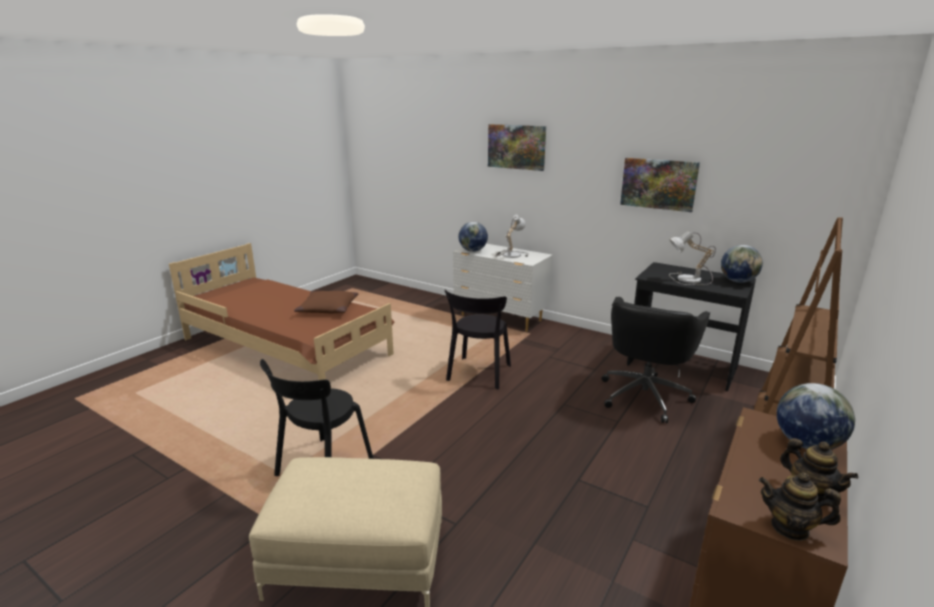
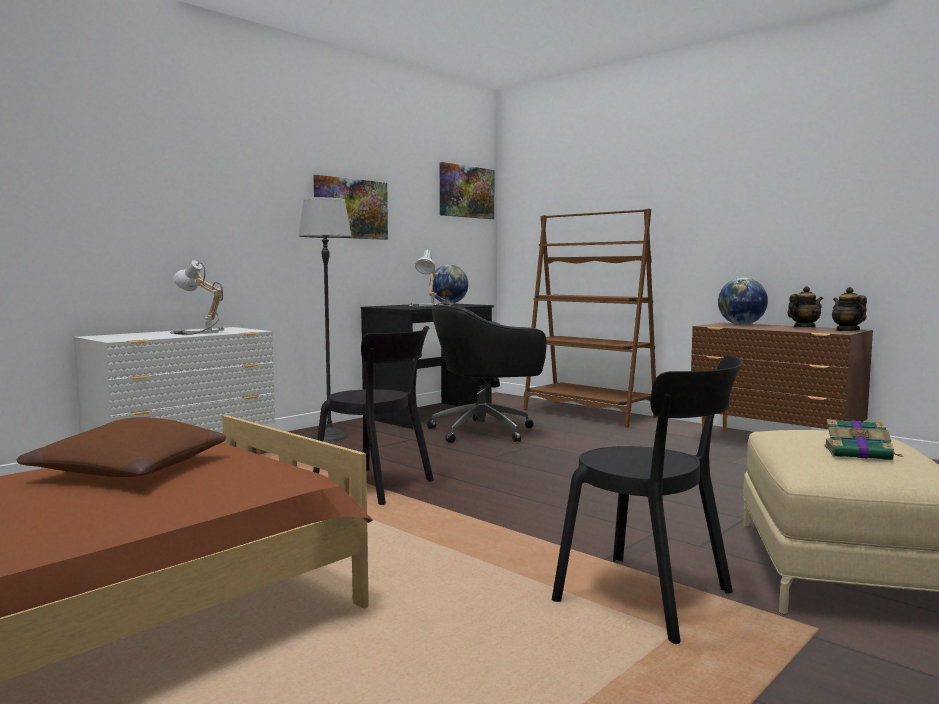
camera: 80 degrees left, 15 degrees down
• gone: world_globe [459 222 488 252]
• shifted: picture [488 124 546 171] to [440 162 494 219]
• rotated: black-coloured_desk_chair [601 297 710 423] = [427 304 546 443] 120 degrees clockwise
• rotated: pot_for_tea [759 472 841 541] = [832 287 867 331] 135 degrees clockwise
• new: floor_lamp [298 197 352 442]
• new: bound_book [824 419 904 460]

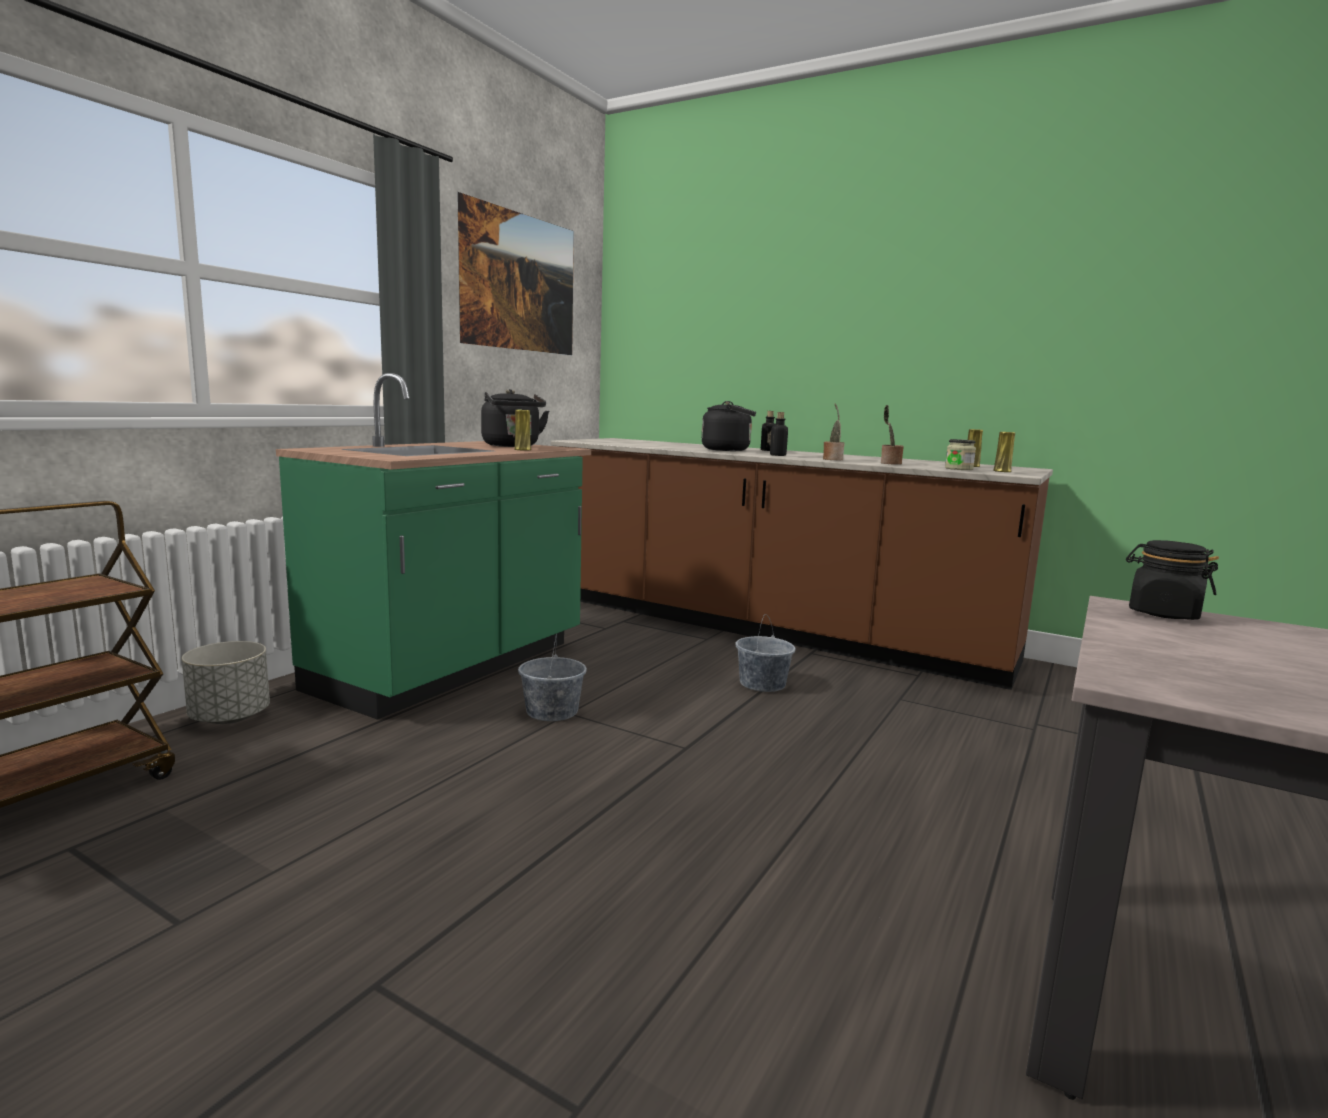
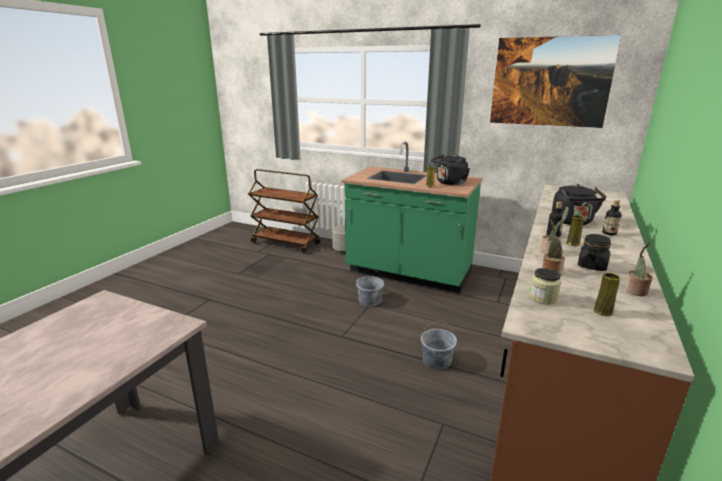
camera: 85 degrees right, 10 degrees up
• shifted: yellow_vase [993 432 1015 472] to [566 215 584 246]
• shifted: black-coloured_jar [1126 540 1219 620] to [578 234 611 271]
• new: potted_plant [624 242 653 296]

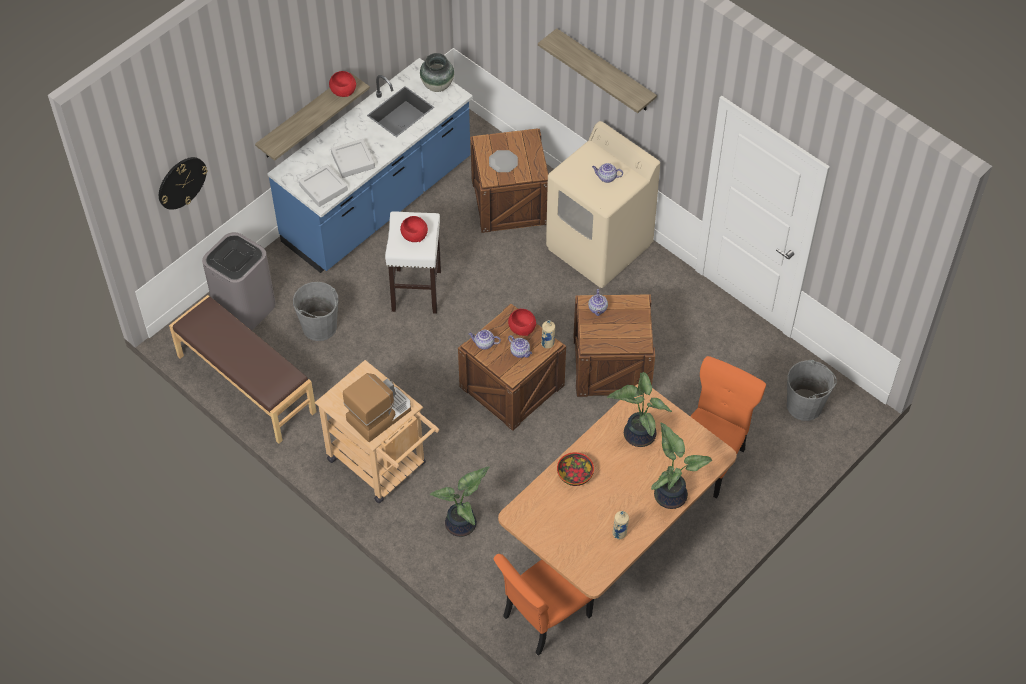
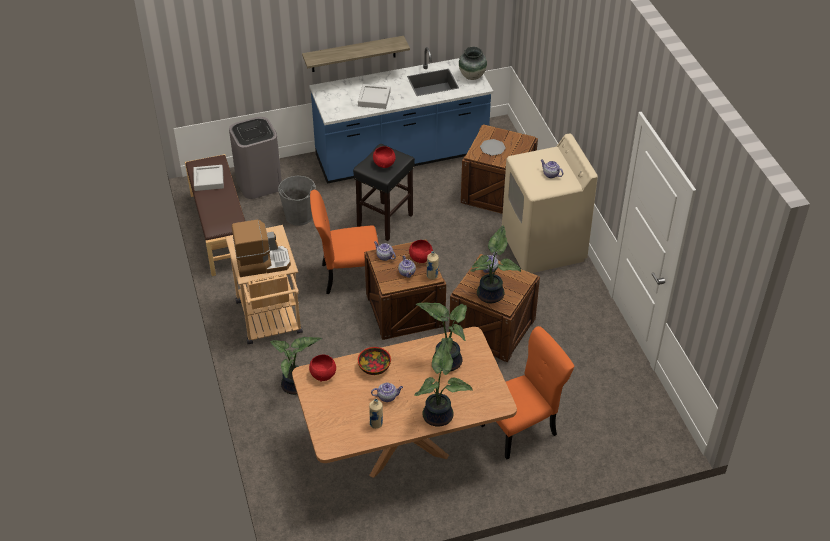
camera: 30 degrees right, 10 degrees down
• gone: hanging_clock [159 157 207 210]
• shifted: grey_tray [299 164 348 207] to [193 165 224 191]
• shifted: red_deep_dish [329 71 356 97] to [309 355 336 381]
• repainted: white-coloured_stool_seat [385 211 441 314] to black-coloured_stool_seat [353 144 415 241]
• shifted: orange_plain_chair [494 554 594 656] to [310 190 379 294]
• gone: shelf [538 28 657 113]
• gone: grey_bucket [787 360 837 421]
• new: pot_for_tea [371 383 403 402]
• new: potted_plant [471 225 521 304]

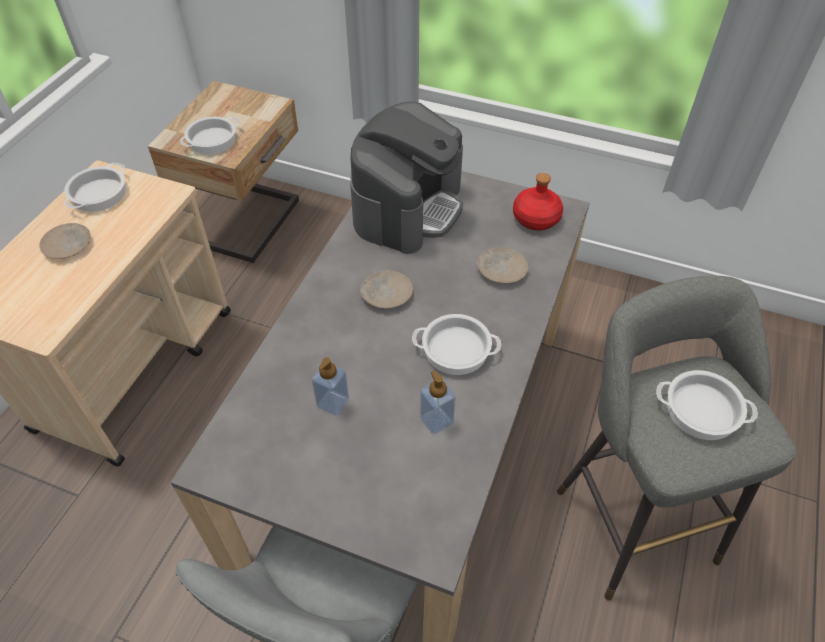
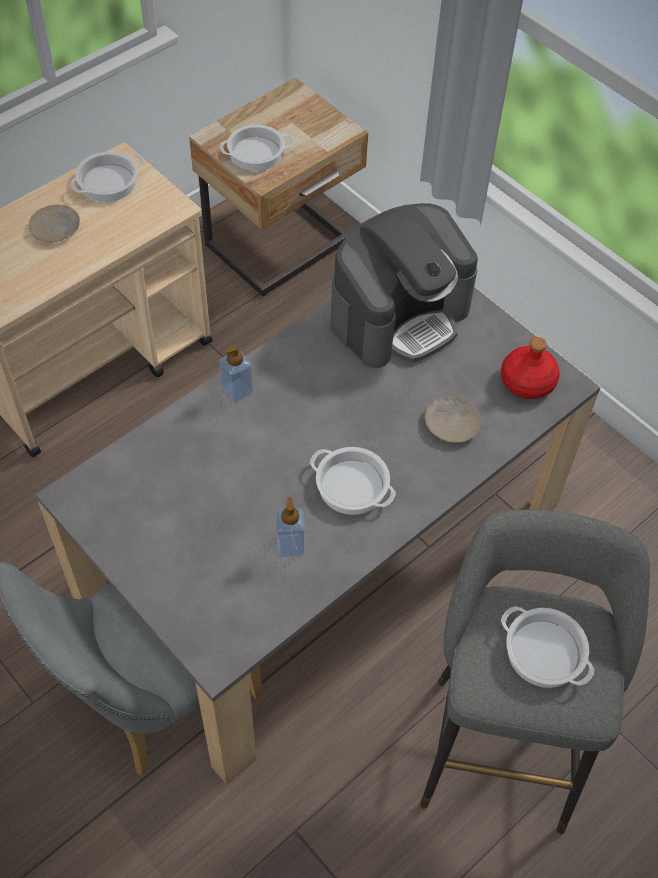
camera: 25 degrees right, 5 degrees up
• shifted: soap_dispenser [312 357 349 415] to [219 345 253 402]
• gone: beige-coloured_dinner_plate [360 270 413 309]

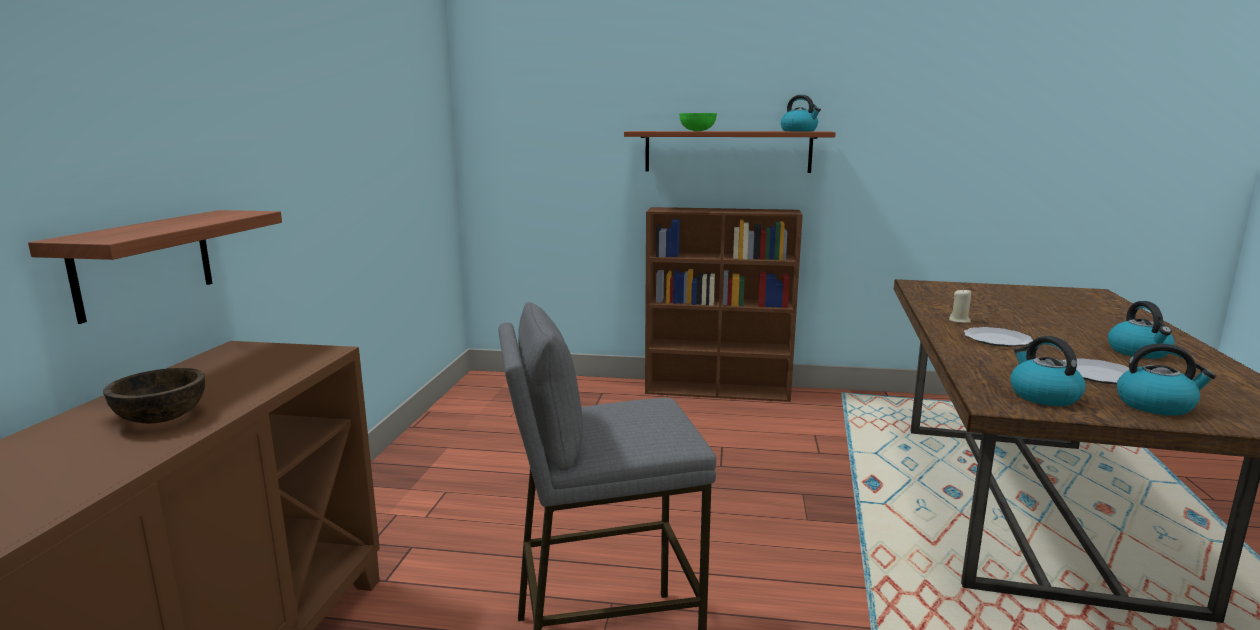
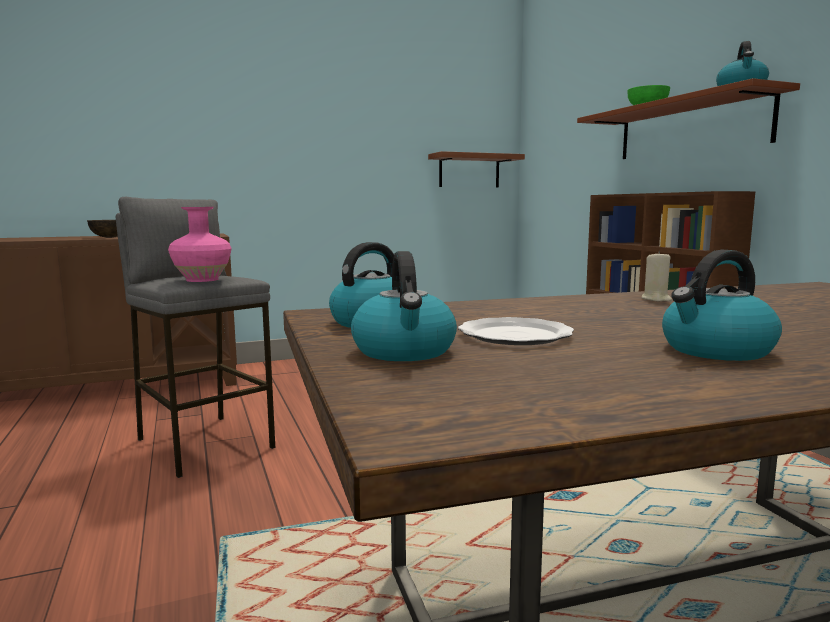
camera: 60 degrees right, 5 degrees down
• shifted: shelf [28 210 282 324] to [428 151 525 187]
• gone: dinner_plate [964 327 1033 347]
• new: pinkish_vase [168 207 232 282]

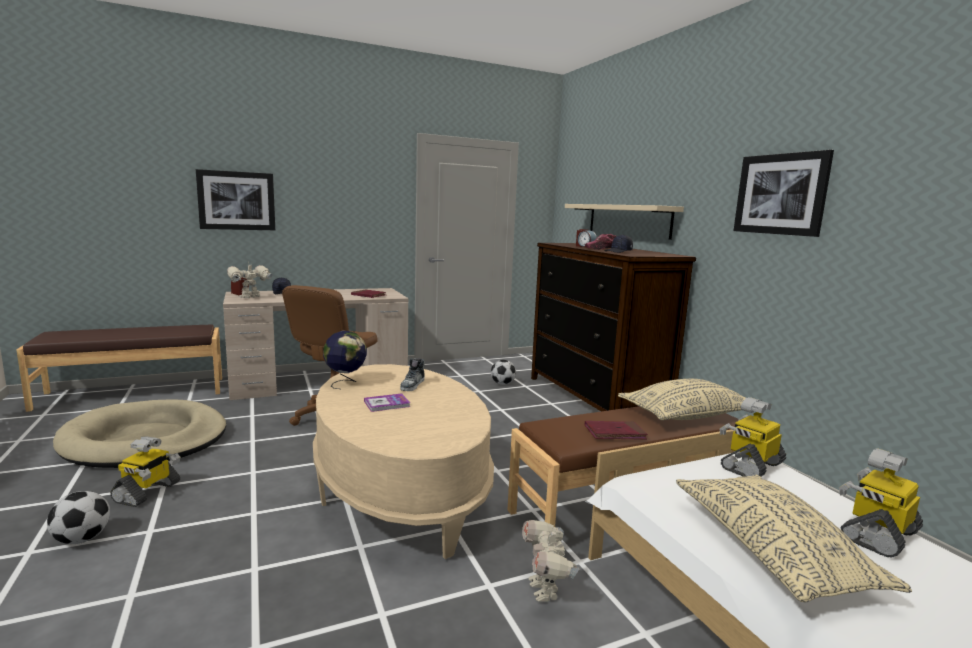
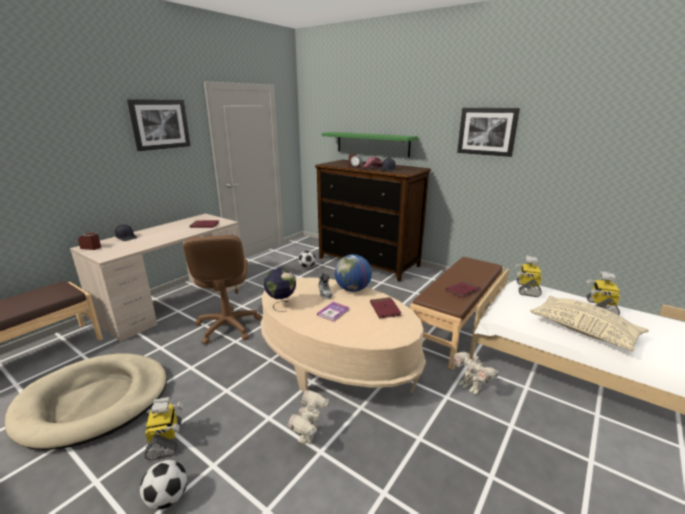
camera: 30 degrees left, 10 degrees up
• shifted: picture [196 169 275 230] to [127 99 191 151]
• shifted: robot_figure [227 263 272 298] to [287 390 329 444]
• repainted: beige-coloured_shelf [565 204 684 240] to green_shelf [322 132 418 157]
• gone: beige-coloured_pillow [618 379 746 420]
• new: world_globe [334 254 372 292]
• new: red_bound_book [370 297 401 319]

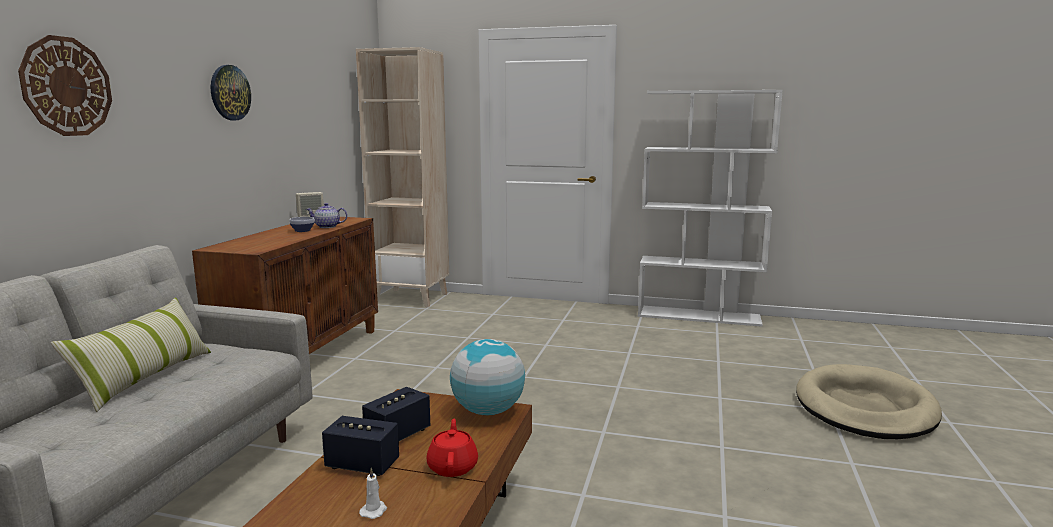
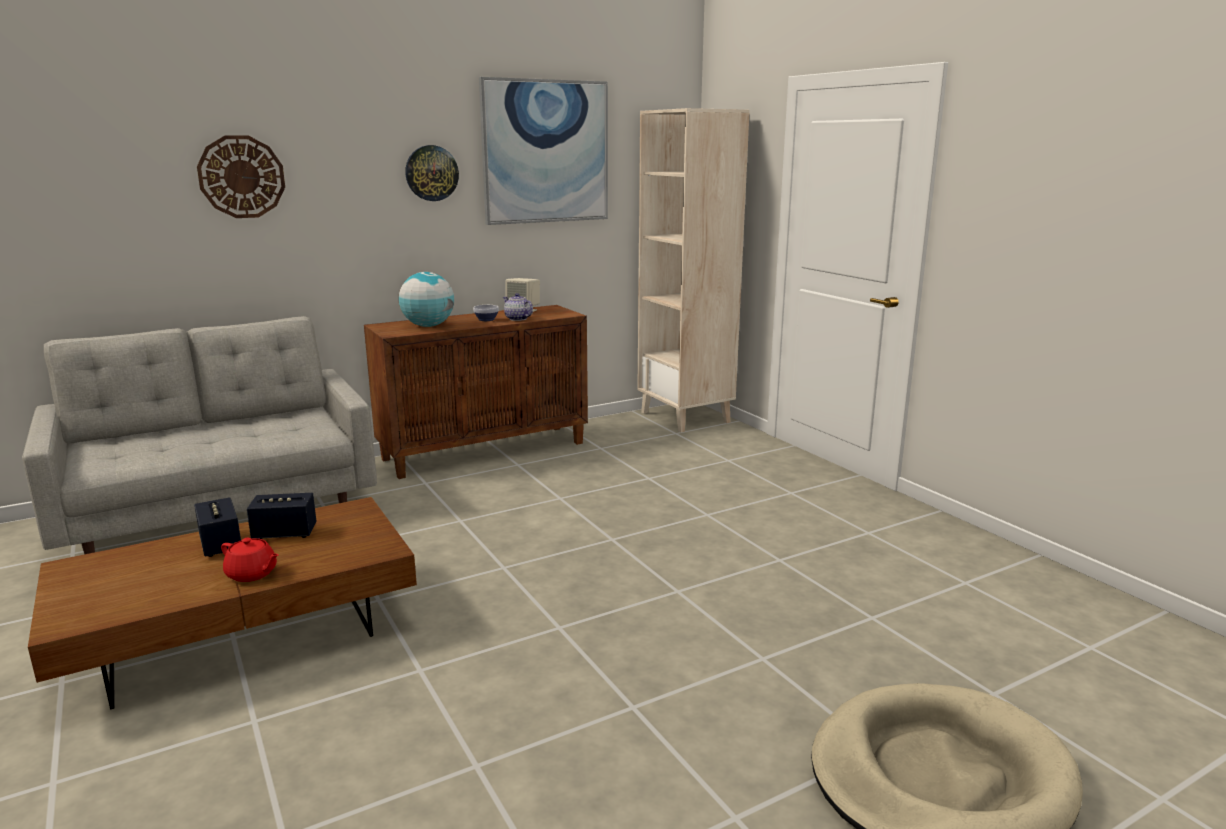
camera: 45 degrees right, 5 degrees up
• gone: pillow [51 297 211 412]
• gone: white-coloured_wax_light [359 468 387 519]
• rotated: red_pot_for_tea [427 419 478 477] = [221 538 279 582] 75 degrees clockwise
• shifted: world_globe [450 339 525 415] to [399 272 454 327]
• gone: white-coloured_bookcase [638 90 783 327]
• new: picture [479 77 608 225]

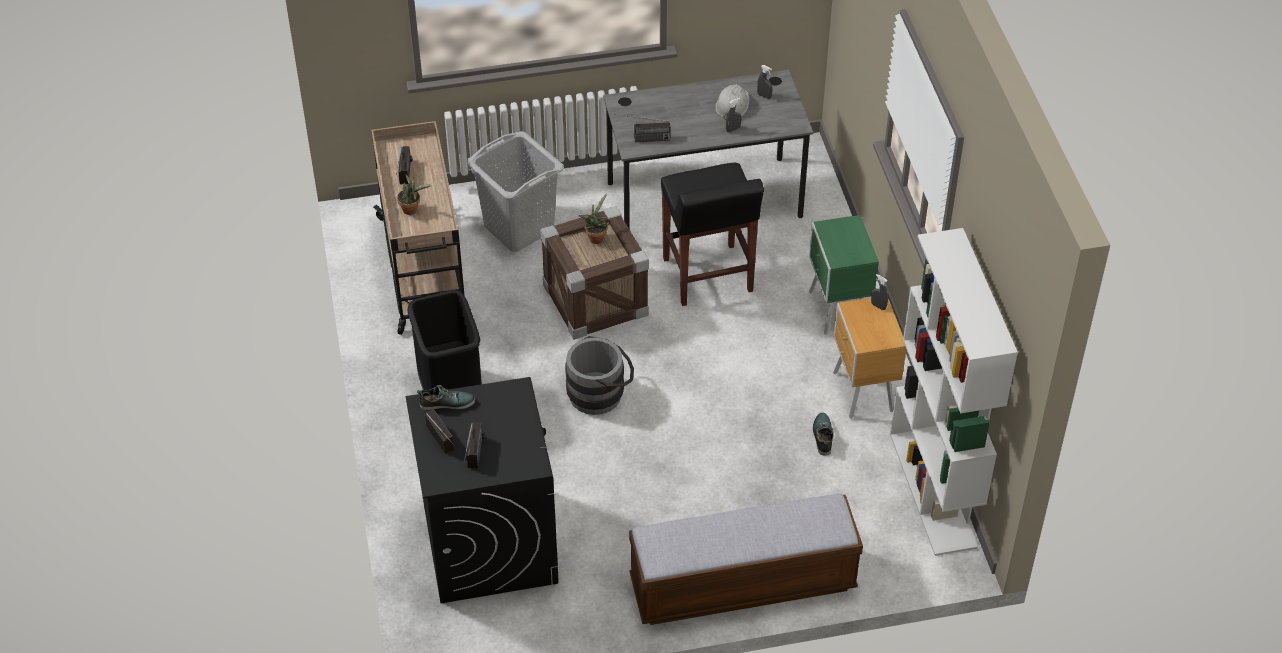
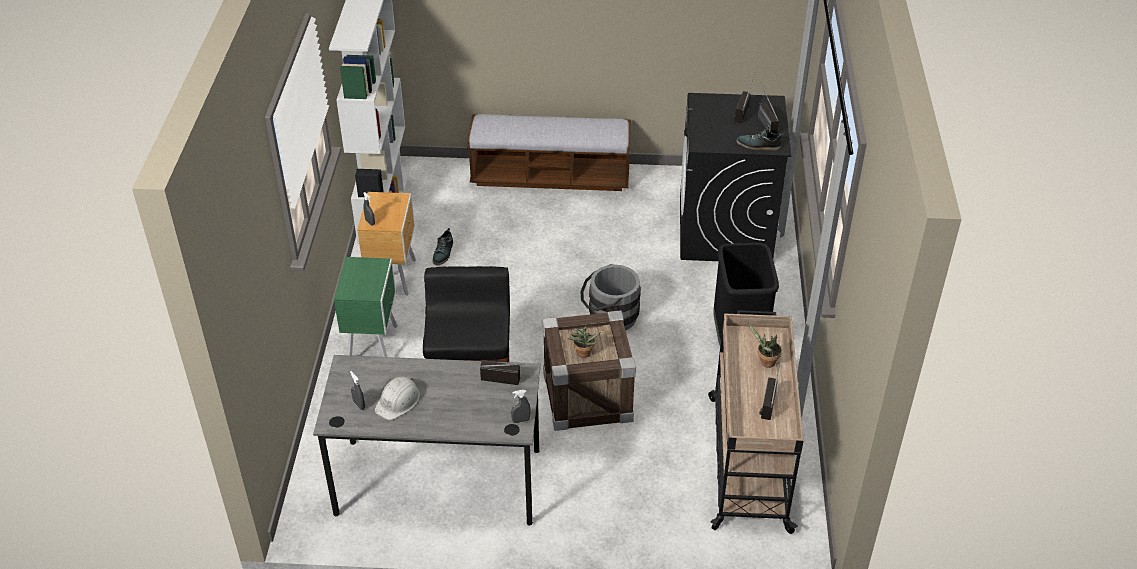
camera: 165 degrees left, 5 degrees down
• gone: grey_washing_basket [466 131 564 252]
• shifted: grey_hand_sprayer [726 98 741 133] to [511 390 531 423]

